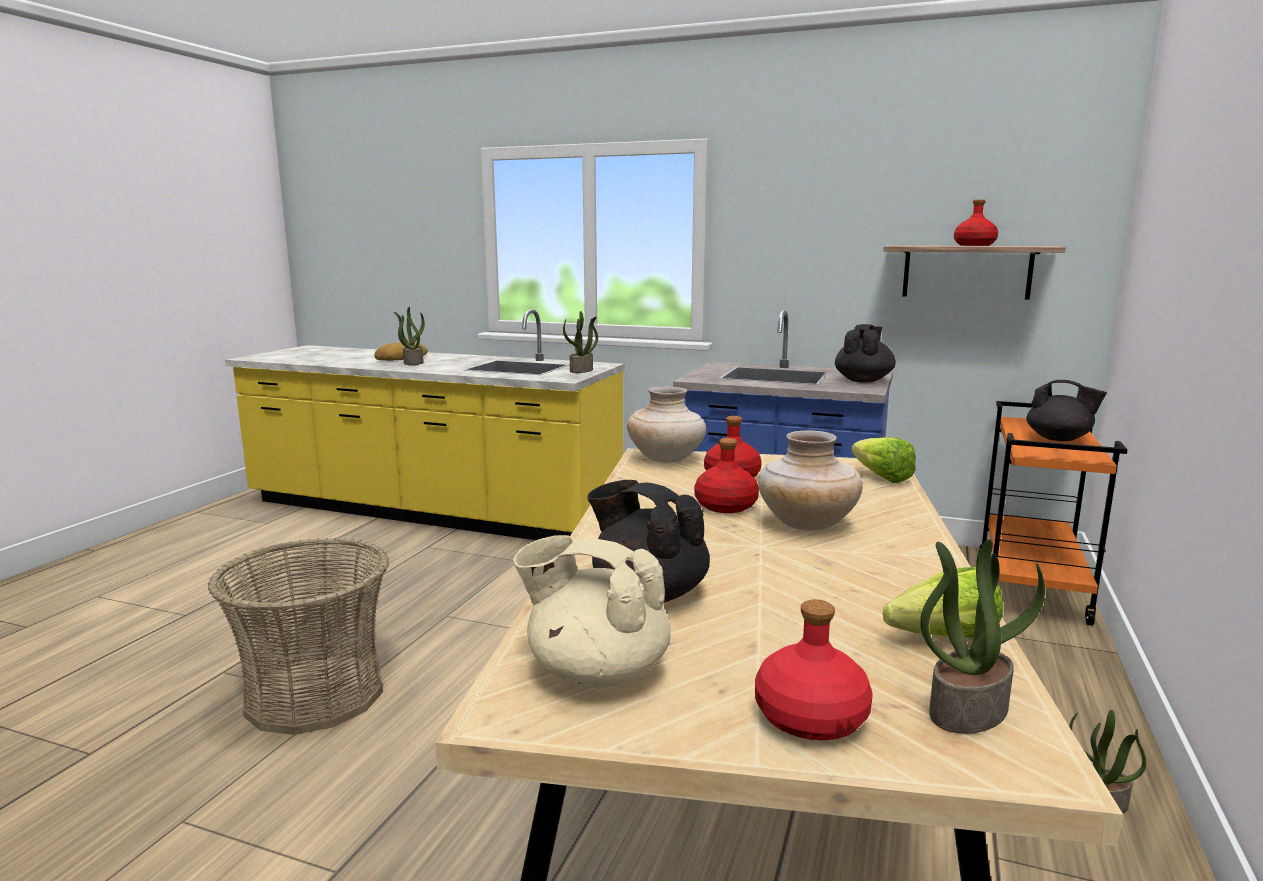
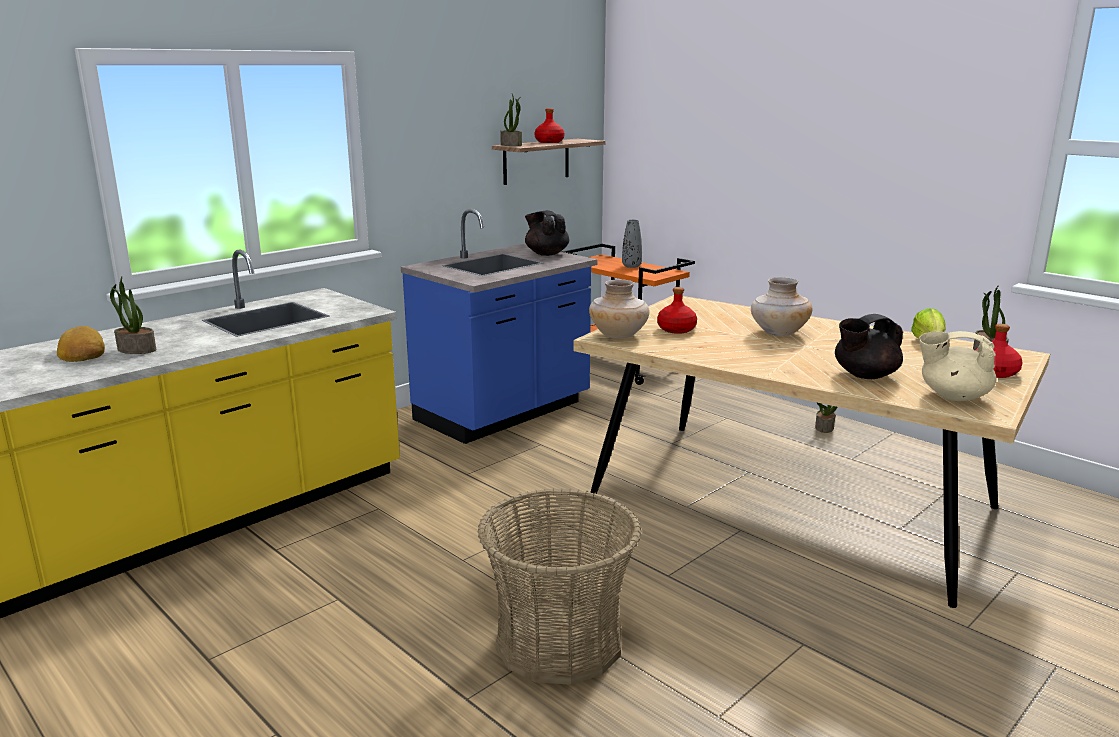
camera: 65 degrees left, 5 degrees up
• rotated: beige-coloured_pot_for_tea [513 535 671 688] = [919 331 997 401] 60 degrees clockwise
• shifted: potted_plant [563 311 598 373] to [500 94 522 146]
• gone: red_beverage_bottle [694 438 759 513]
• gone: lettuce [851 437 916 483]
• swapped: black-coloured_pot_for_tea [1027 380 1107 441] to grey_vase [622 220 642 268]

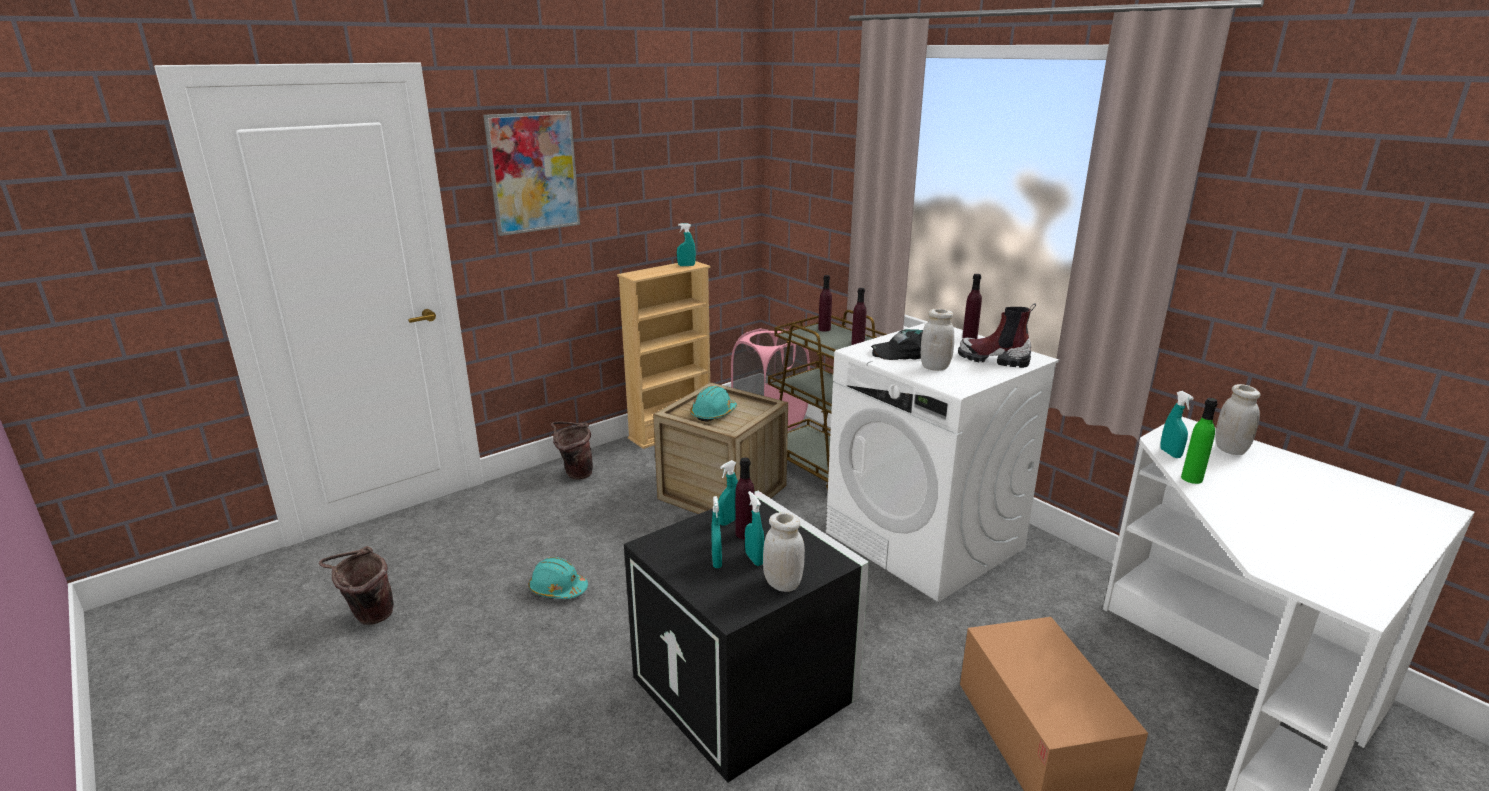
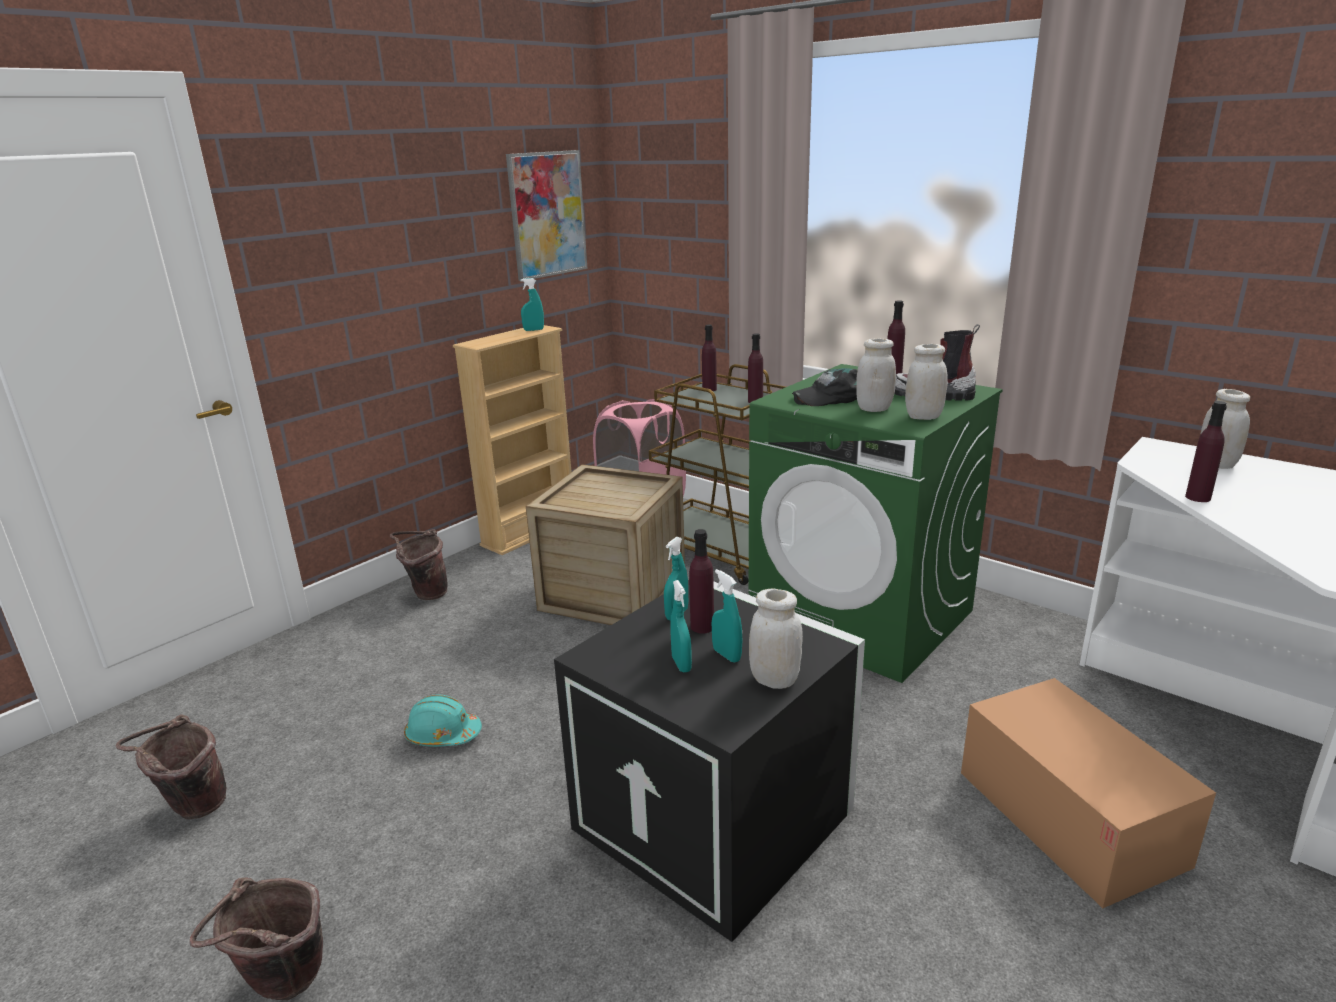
camera: 10 degrees left, 0 degrees up
• shifted: picture [483 111 580 236] to [506 150 587 281]
• gone: turquoise_safety_helmet [691 386 737 422]
• repainted: white-coloured_laundry_appliance [826 322 1059 602] to green_laundry_appliance [749 364 1003 683]
• gone: turquoise_hand_sprayer [1160 391 1194 458]
• repainted: green_beverage_bottle [1181 398 1218 484] to purplish_beverage_bottle [1185 401 1227 502]
• new: brown_bucket [190 877 323 1000]
• new: white-coloured_jar [905 344 948 420]

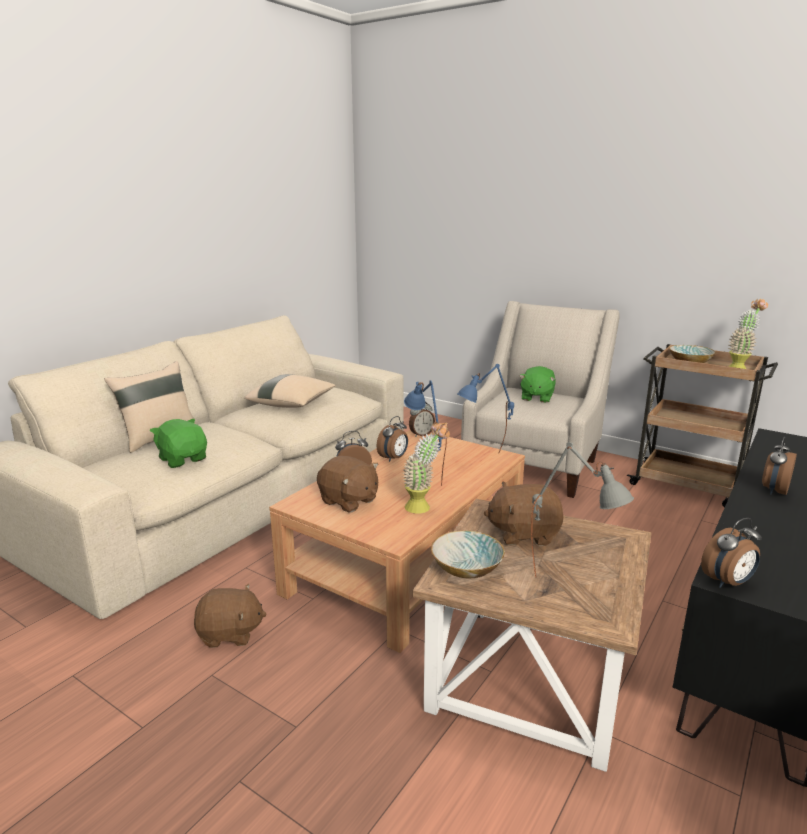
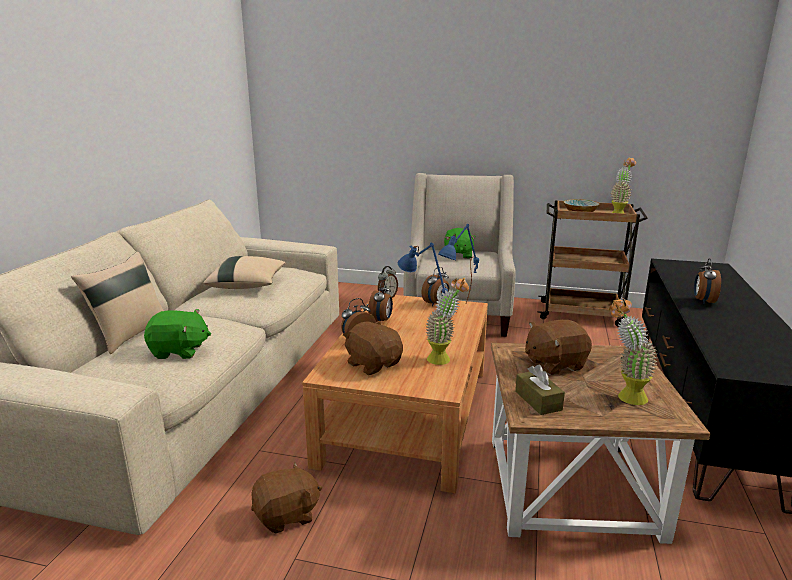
camera: 20 degrees left, 0 degrees up
• rotated: green_soft_toy [150 419 207 468] = [144 309 211 359] 150 degrees clockwise
• rotated: brown_soft_toy [317 456 378 513] = [343 320 403 375] 150 degrees counterclockwise
• swapped: deep_dish [431 530 505 579] to brown_tissue_box [515 364 565 415]
• swapped: grey_tabletop_lamp [531 442 634 578] to potted_plant [609 298 657 405]
• shifted: bedside_clock [701 518 762 587] to [421 267 450 307]

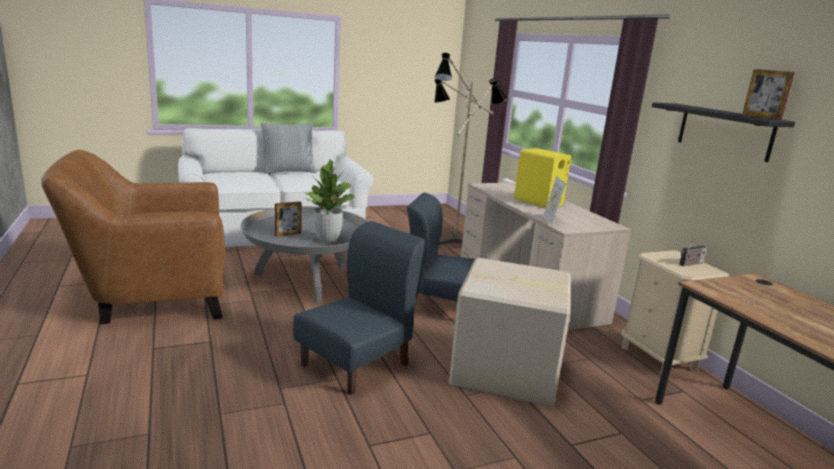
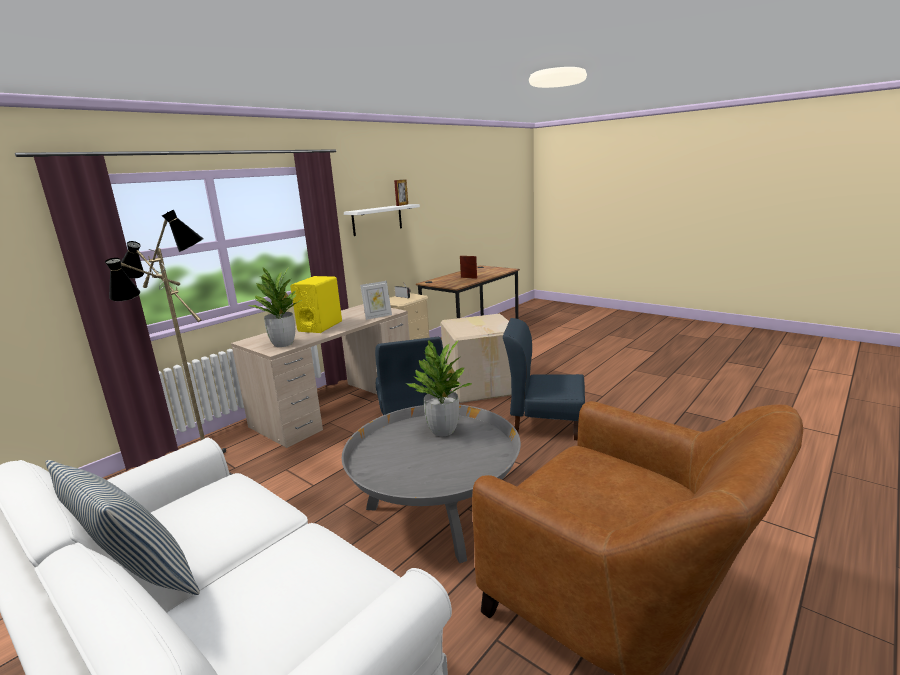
camera: 115 degrees left, 0 degrees up
• shifted: standing_frame [275 201 301 237] to [460 256 477 279]
• repainted: black-coloured_shelf [652 102 795 162] to white-coloured_shelf [344 204 420 236]
• new: potted_plant [249 267 302 347]

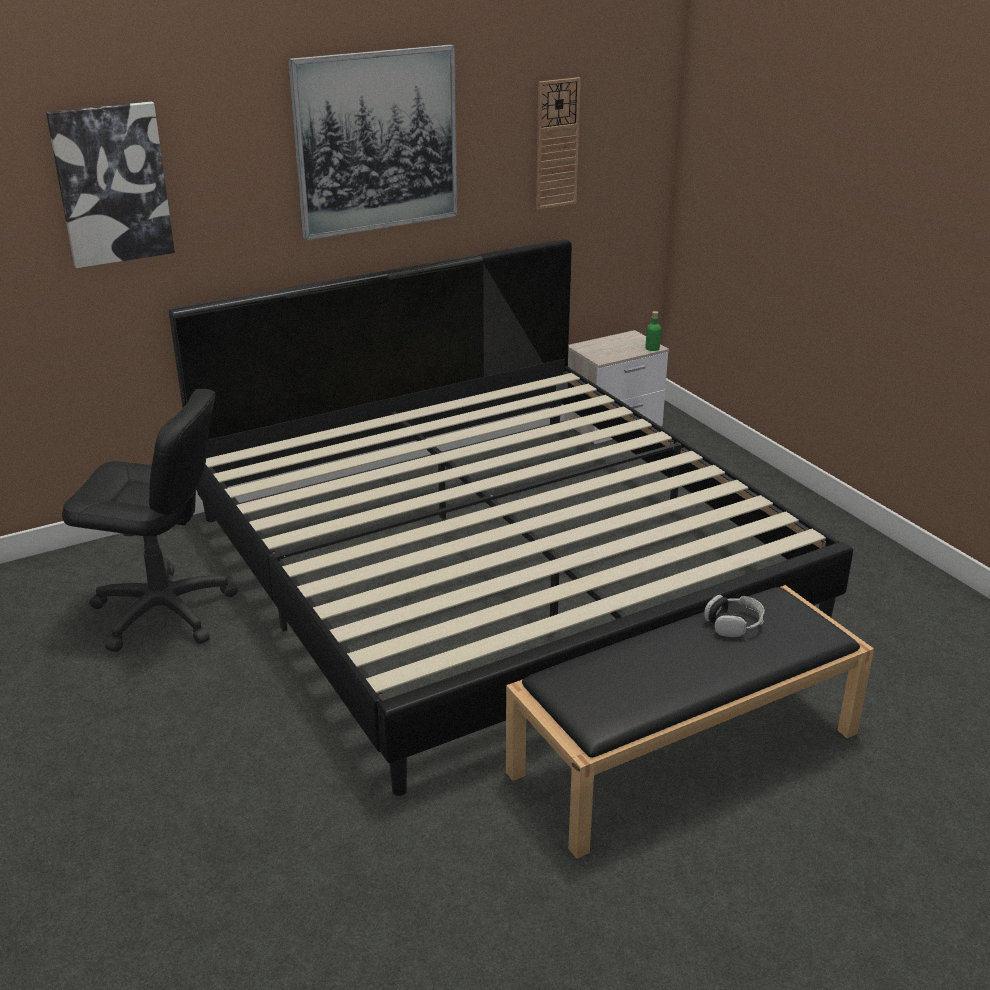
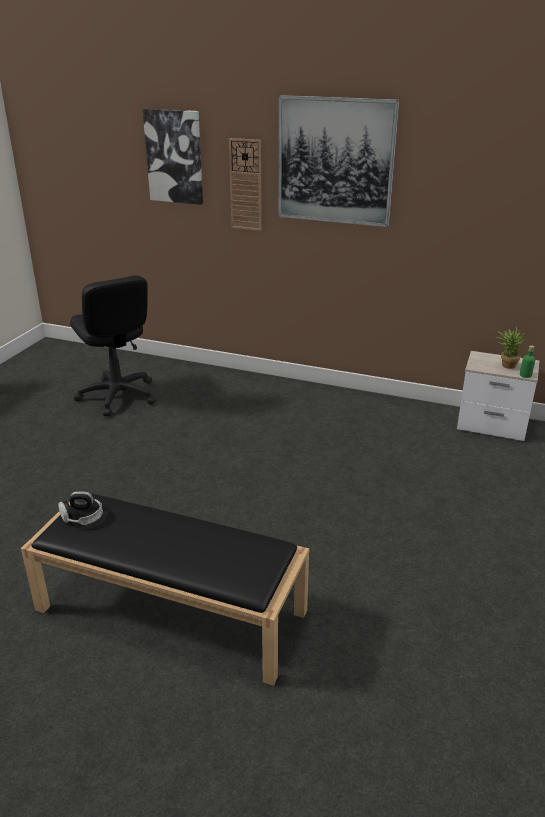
camera: 50 degrees right, 0 degrees up
• gone: sleeping_bed [169 239 853 796]
• shifted: hanging_clock [536 77 581 210] to [229 138 262 231]
• shifted: headset [704 595 765 637] to [58 491 103 525]
• new: potted_plant [496 326 525 369]

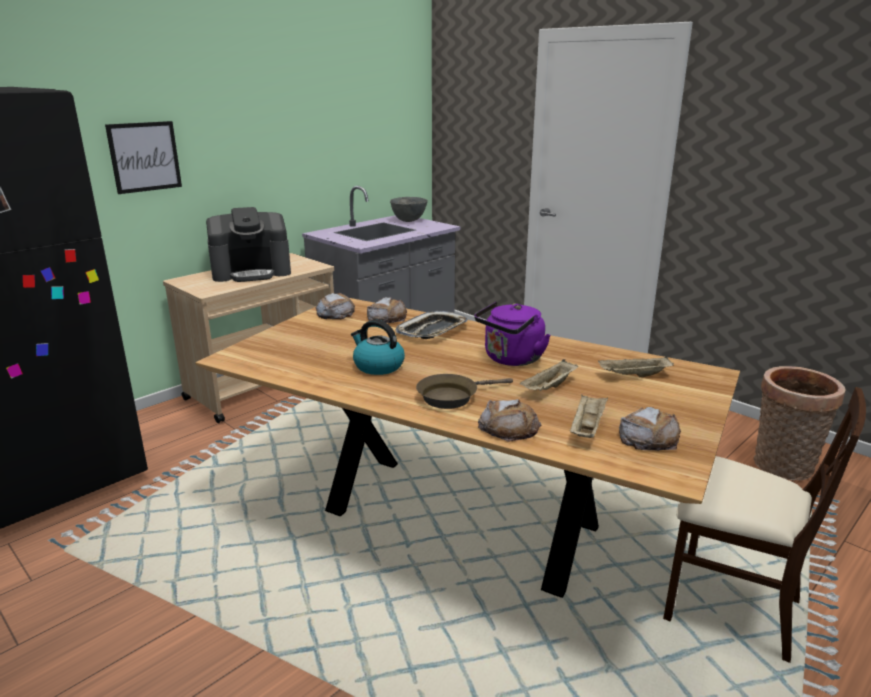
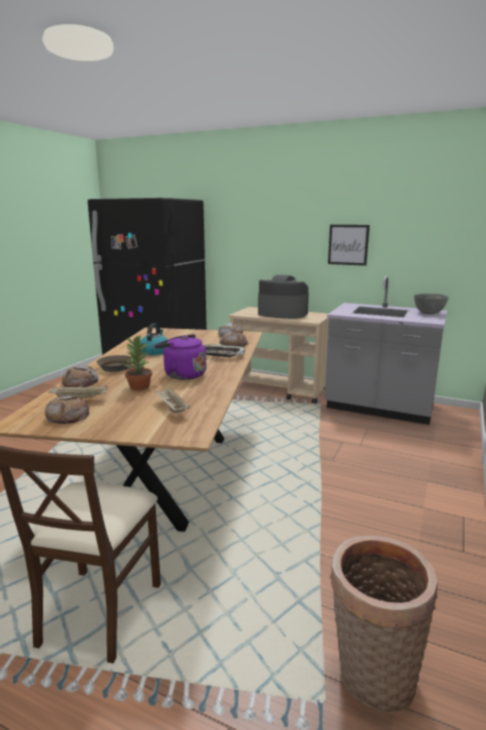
camera: 70 degrees right, 5 degrees down
• shifted: picture [105 121 182 194] to [328 225 370 266]
• rotated: coffee_brewer [206 207 291 282] = [258 275 309 319] 150 degrees clockwise
• swapped: beige-coloured_tray [520 359 578 391] to potted_plant [125 334 152 391]

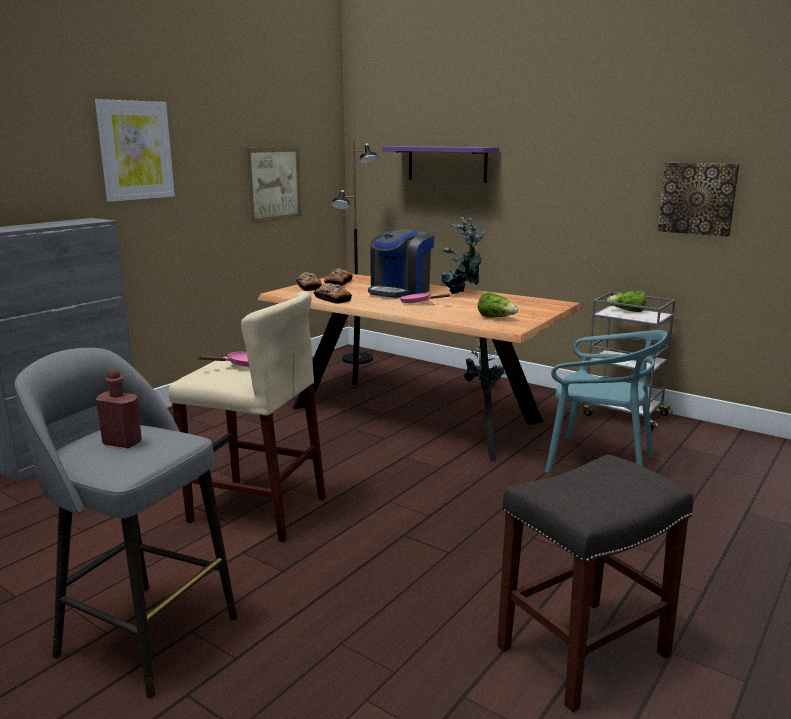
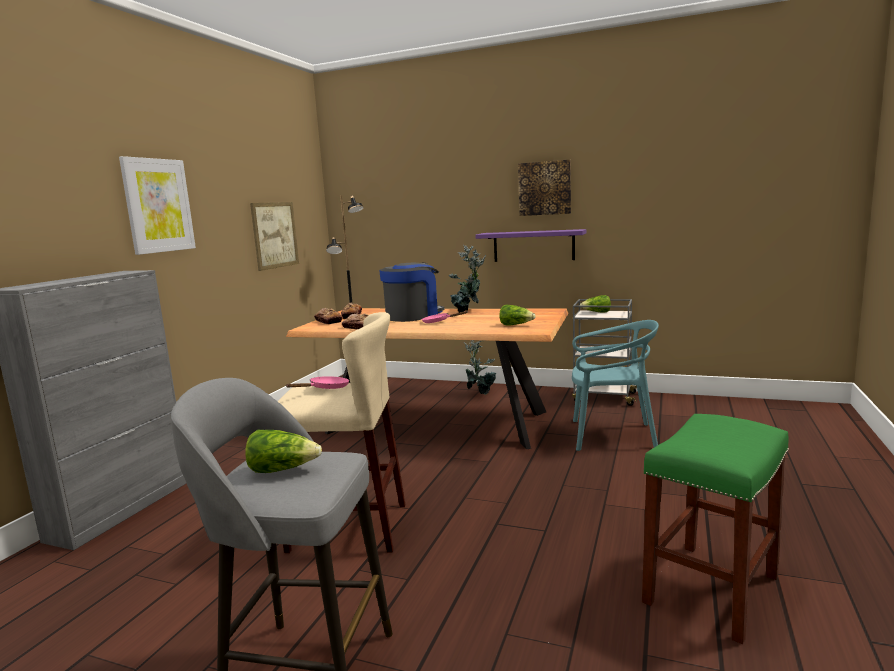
camera: 15 degrees left, 5 degrees down
• swapped: red_beverage_bottle [96 370 142 448] to lettuce [245 430 322 473]
• rotated: coffee_brewer [368 229 435 298] = [379 262 445 322] 150 degrees counterclockwise
• shifted: purplish_shelf [383 146 499 183] to [476 229 586 262]
• repainted: grey_stool_seat [497 454 693 712] to green_stool_seat [642 414 789 644]
• shifted: picture [658 163 739 237] to [518 160 571 216]

